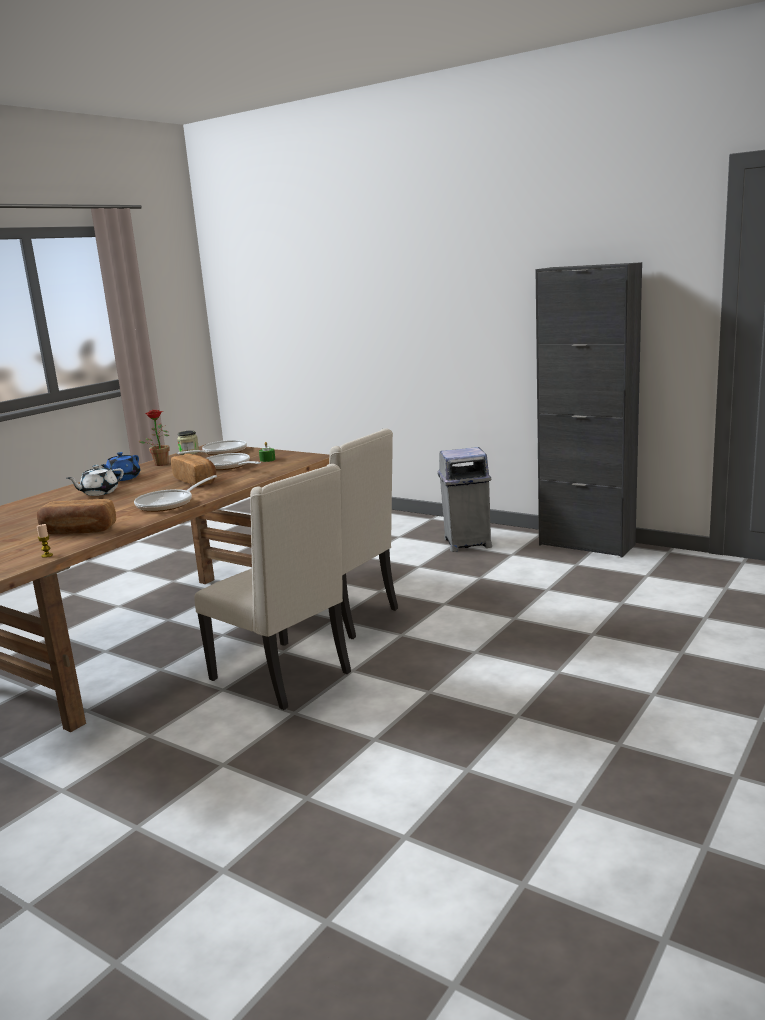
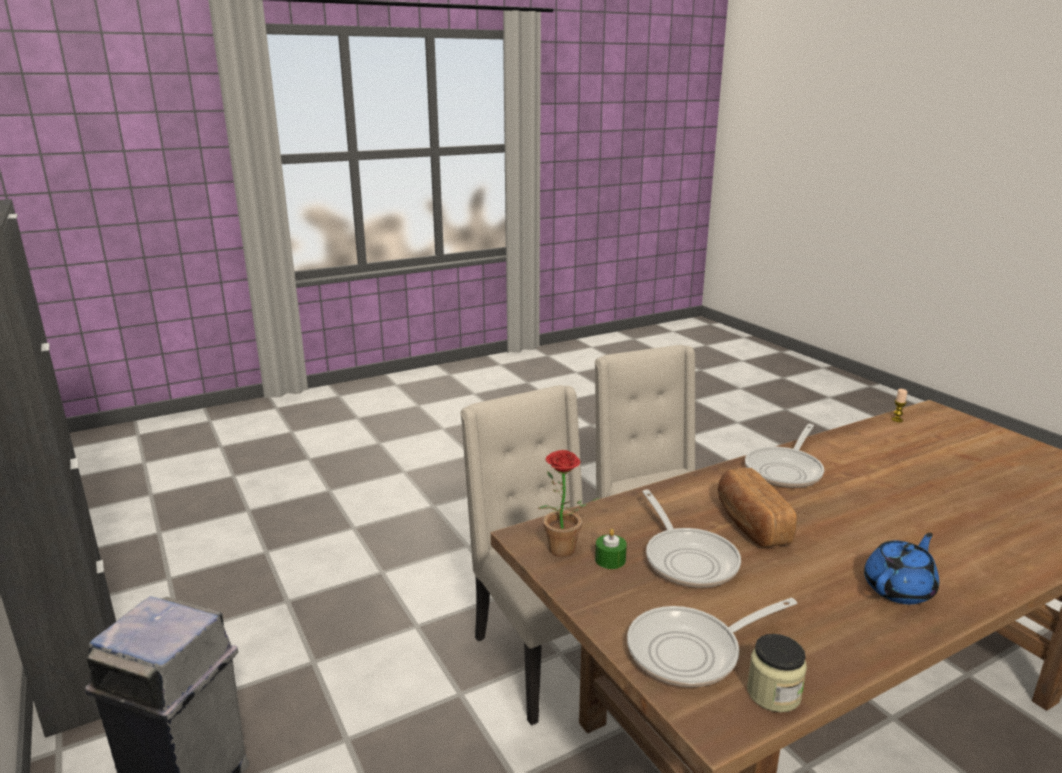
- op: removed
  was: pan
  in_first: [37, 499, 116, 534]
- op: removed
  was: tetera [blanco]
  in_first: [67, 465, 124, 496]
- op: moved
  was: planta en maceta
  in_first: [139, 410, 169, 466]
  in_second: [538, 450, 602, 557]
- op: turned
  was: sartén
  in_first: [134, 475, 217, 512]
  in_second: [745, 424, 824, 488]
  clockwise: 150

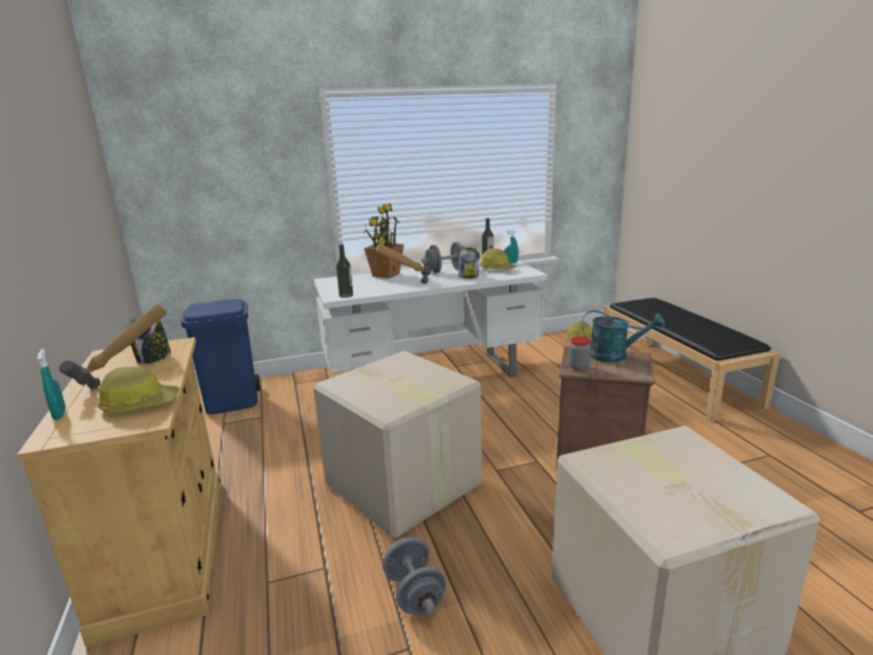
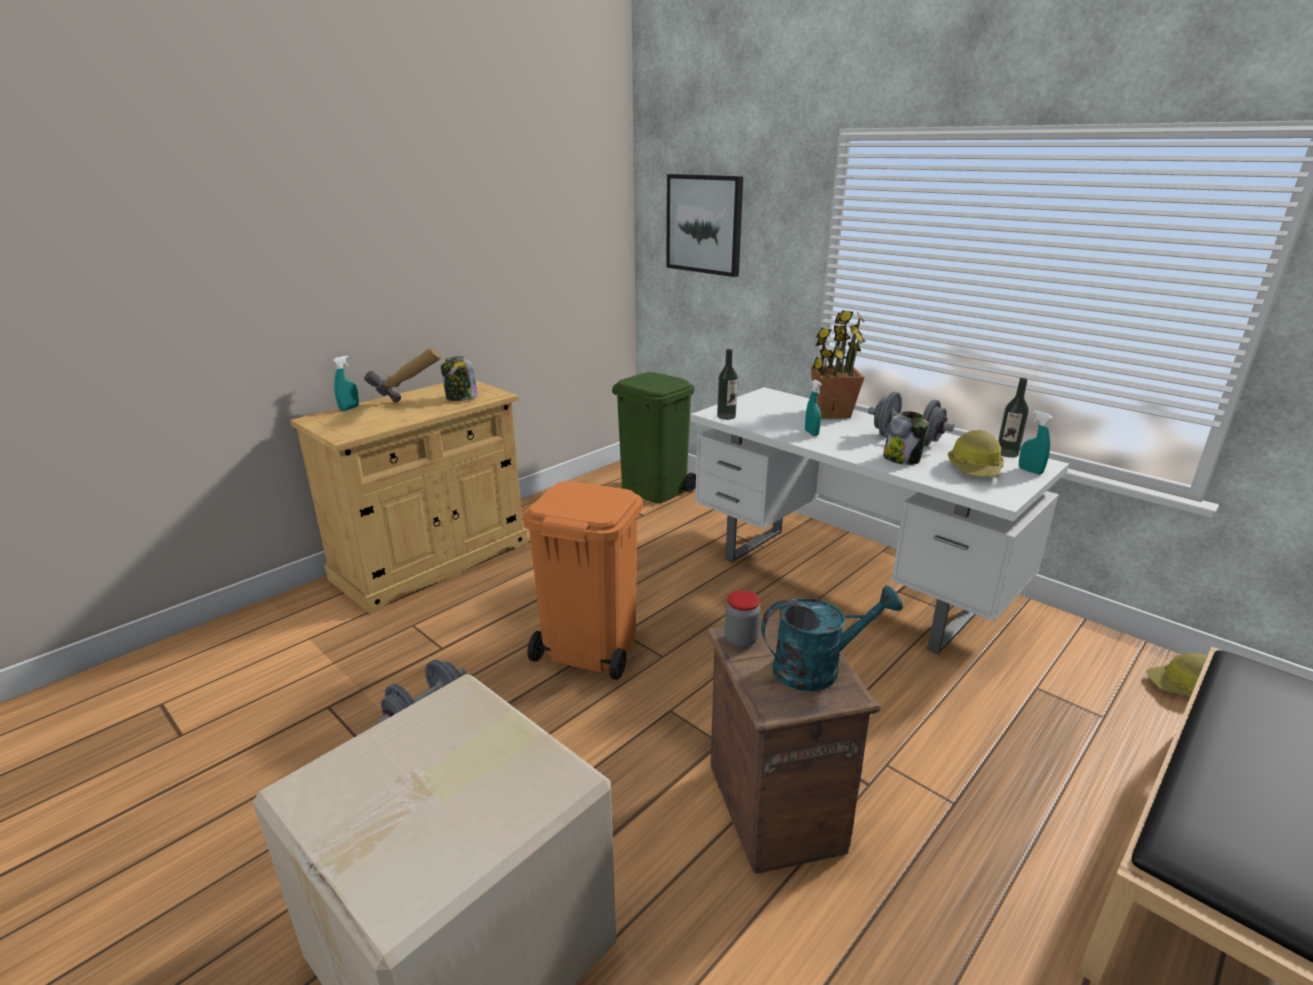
- op: removed
  was: casco
  in_first: [97, 366, 180, 413]
- op: added
  now: cuadro
  in_second: [666, 174, 743, 277]
- op: replaced
  was: caja de cartón
  now: papelera [naranja]
  in_first: [313, 351, 482, 538]
  in_second: [523, 481, 643, 680]
- op: replaced
  was: martillo
  now: pulverizador [turquesa]
  in_first: [376, 244, 433, 284]
  in_second: [805, 380, 822, 436]
- op: recoloured
  was: papelera [azul]
  now: papelera [verde]
  in_first: [181, 299, 261, 414]
  in_second: [612, 372, 696, 503]
- op: turned
  was: regadera [turquesa]
  in_first: [582, 310, 665, 363]
  in_second: [761, 585, 903, 691]
  clockwise: -90

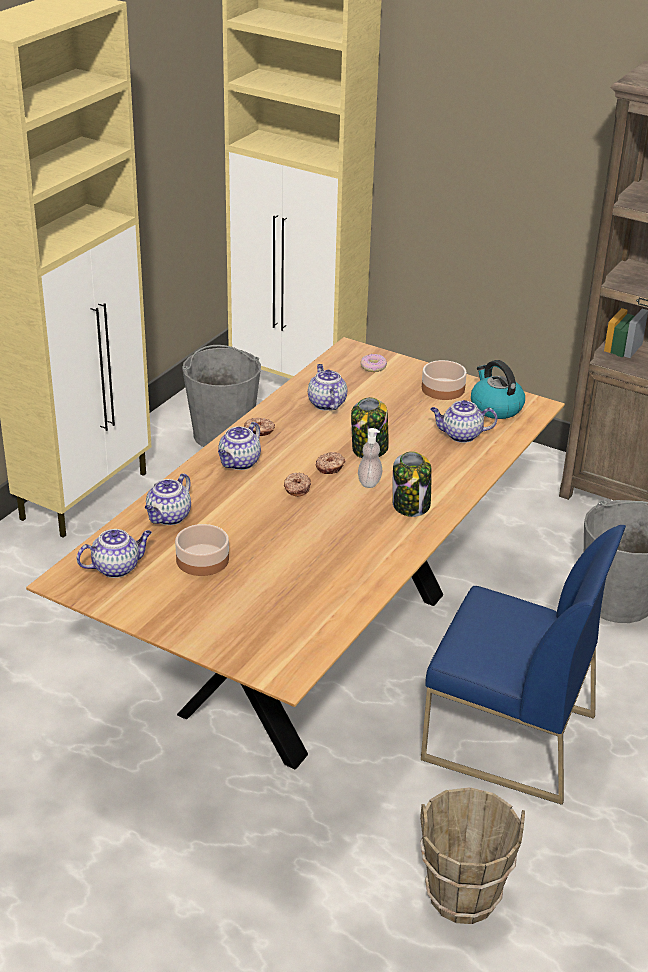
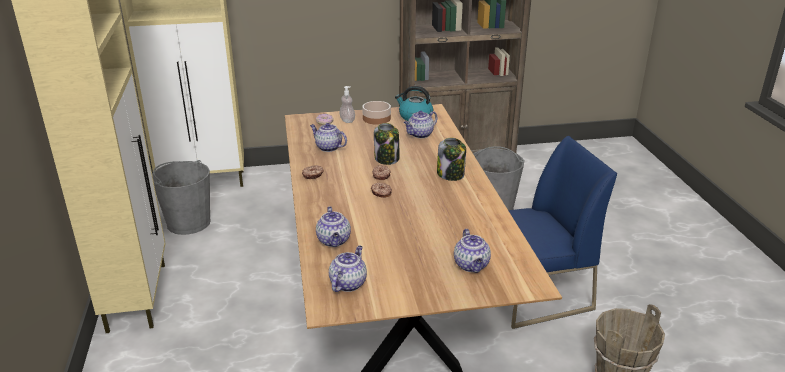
- op: removed
  was: cuenco
  in_first: [175, 524, 229, 576]
- op: moved
  was: tetera
  in_first: [218, 422, 261, 470]
  in_second: [454, 229, 491, 273]
- op: moved
  was: dispensador de jabón
  in_first: [358, 428, 383, 488]
  in_second: [339, 86, 355, 123]

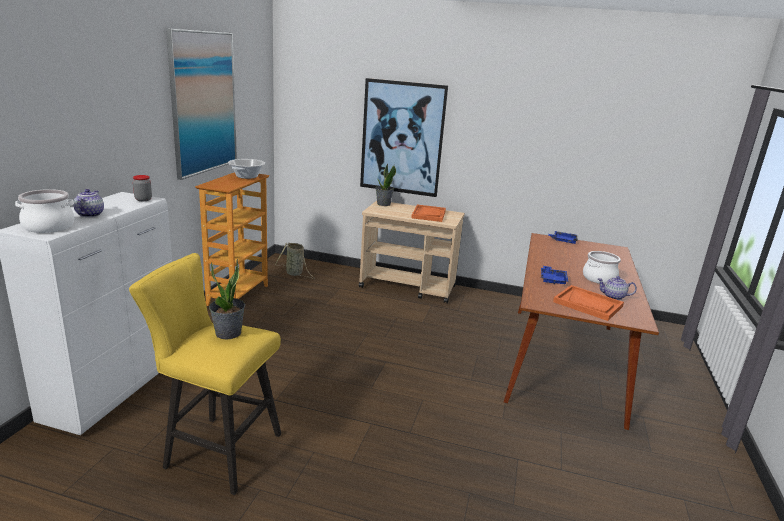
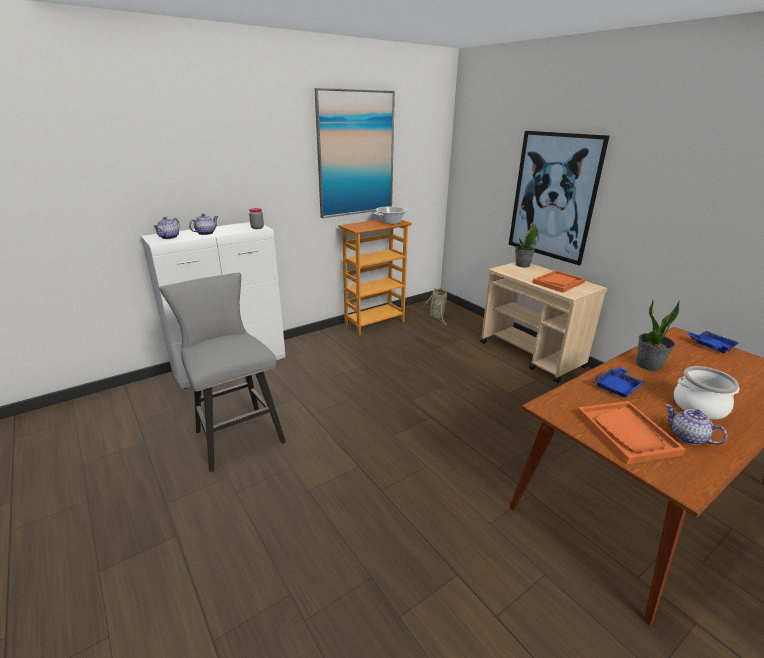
- op: moved
  was: planta en maceta
  in_first: [209, 259, 245, 340]
  in_second: [636, 299, 680, 371]
- op: replaced
  was: olla
  now: tetera
  in_first: [15, 189, 74, 233]
  in_second: [153, 217, 180, 239]
- op: recoloured
  was: taburete [amarillo]
  now: taburete [gris]
  in_first: [129, 253, 281, 495]
  in_second: [159, 273, 286, 472]

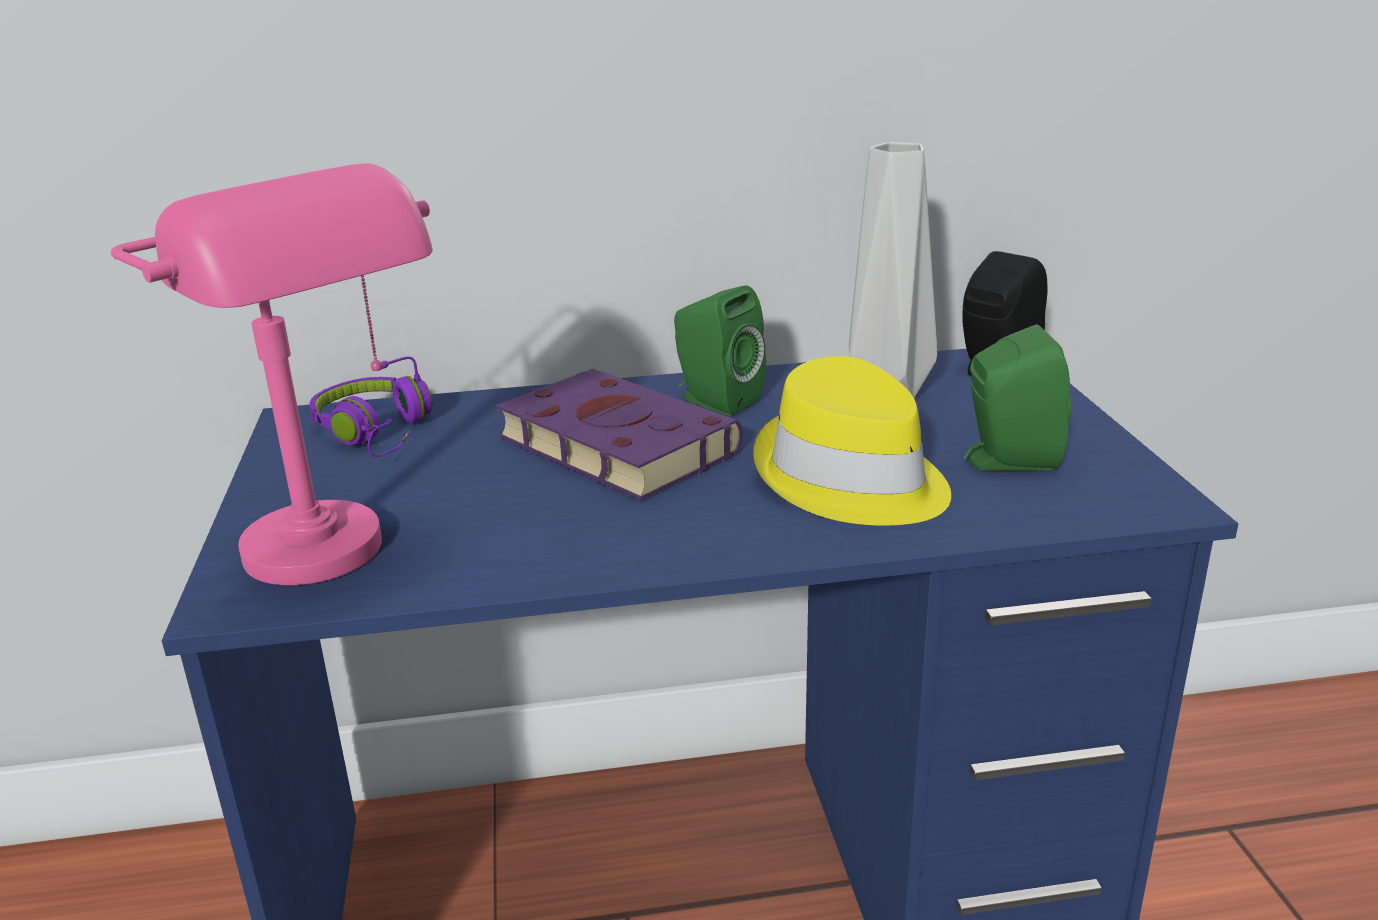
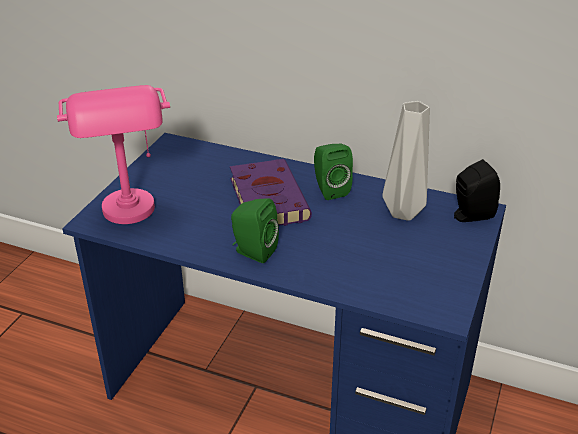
- op: removed
  was: auriculares [morado]
  in_first: [309, 357, 433, 457]
- op: removed
  was: sombrero [amarillo]
  in_first: [753, 356, 951, 526]
- op: moved
  was: altavoz [verde]
  in_first: [963, 324, 1071, 471]
  in_second: [231, 198, 279, 263]

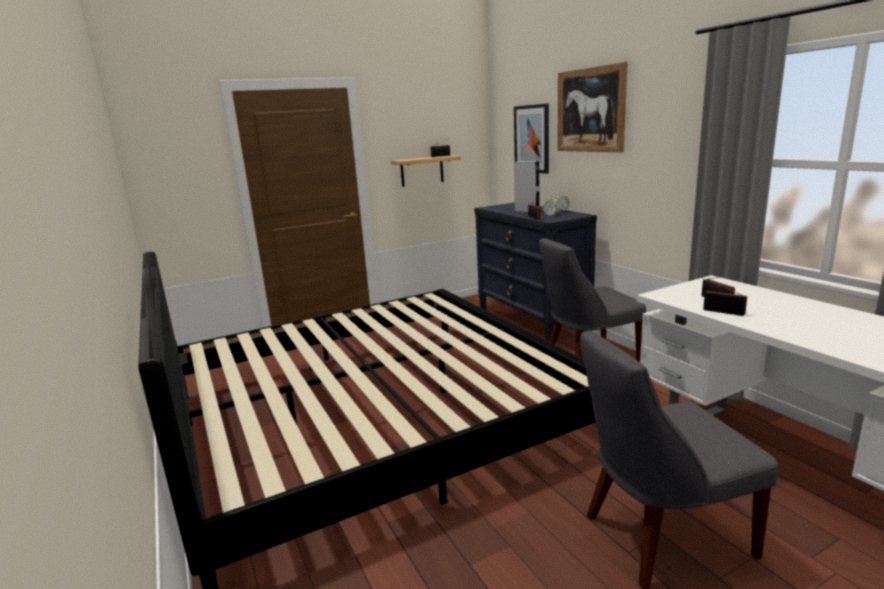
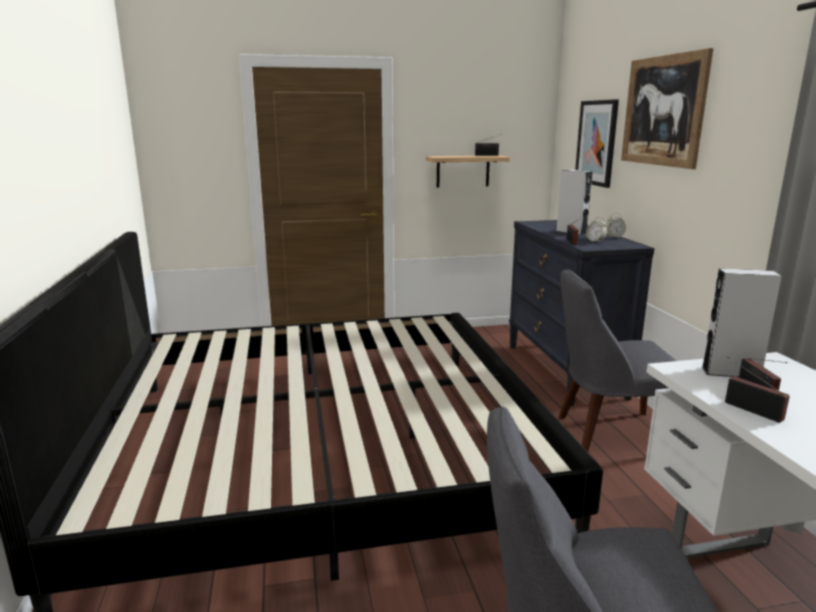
- op: added
  now: altavoz [gris]
  in_second: [702, 268, 782, 377]

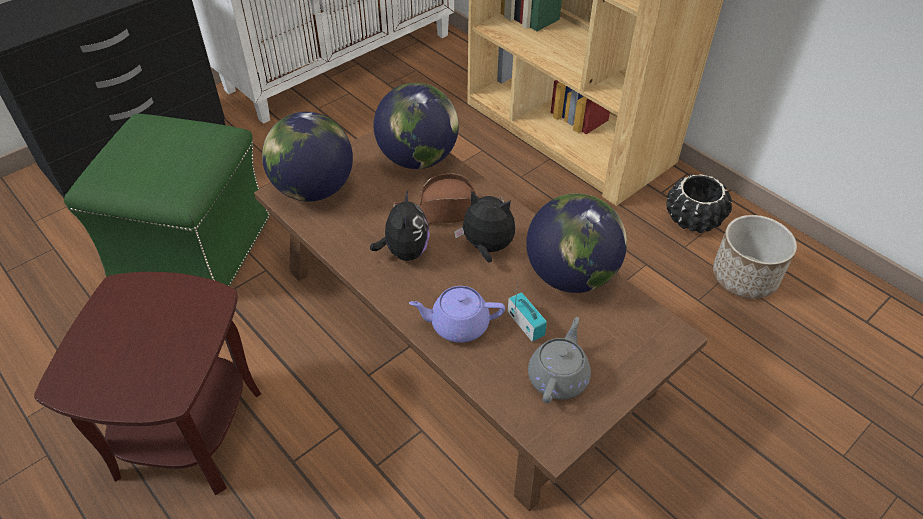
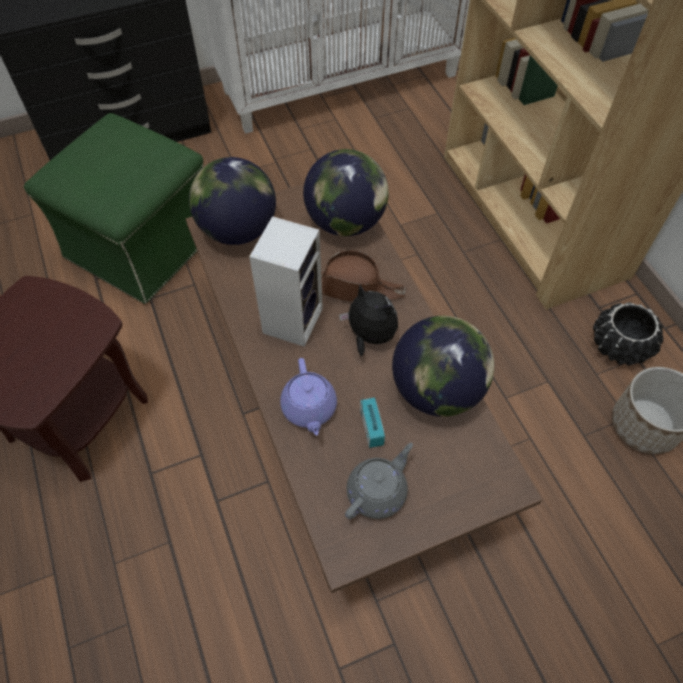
- op: replaced
  was: peluche
  now: altavoz
  in_first: [370, 190, 430, 261]
  in_second: [249, 216, 323, 347]
- op: turned
  was: tetera [morado]
  in_first: [409, 286, 505, 343]
  in_second: [280, 358, 337, 435]
  clockwise: -120

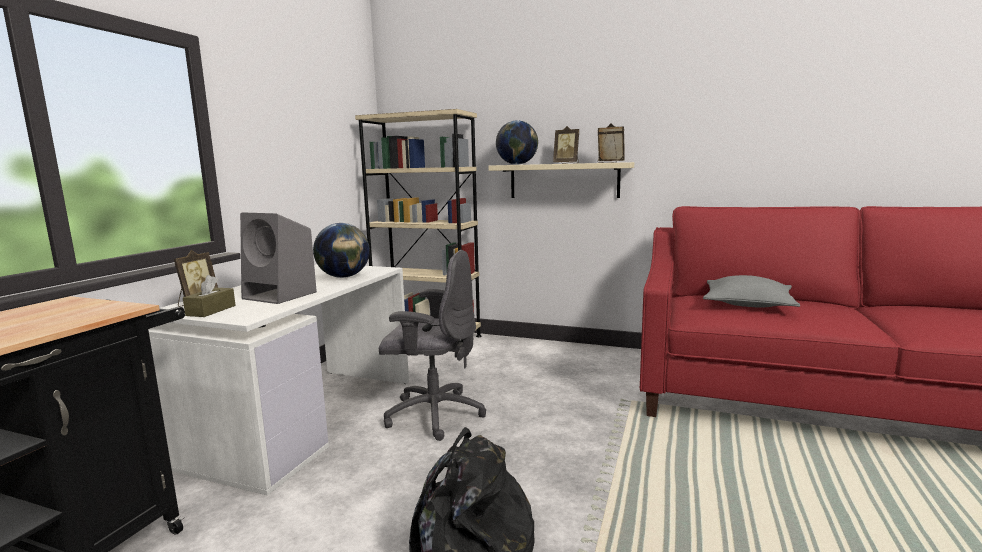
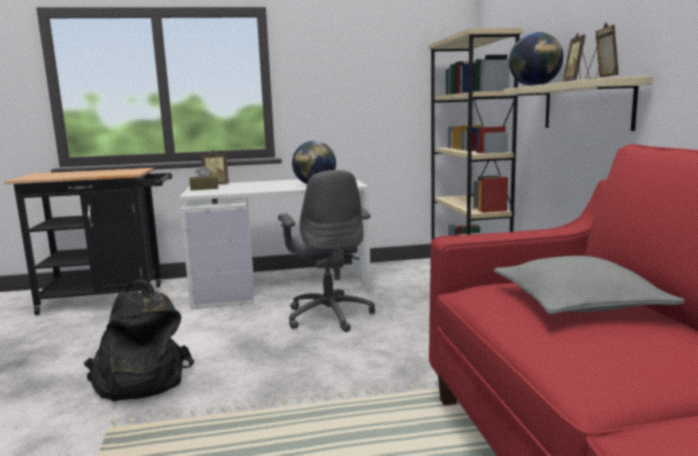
- op: removed
  was: altavoz [gris]
  in_first: [240, 212, 317, 304]

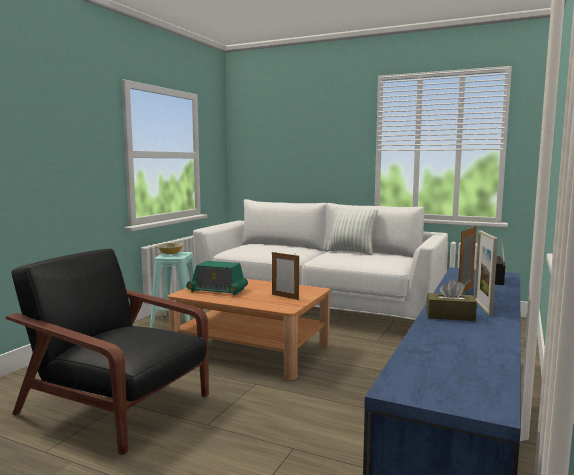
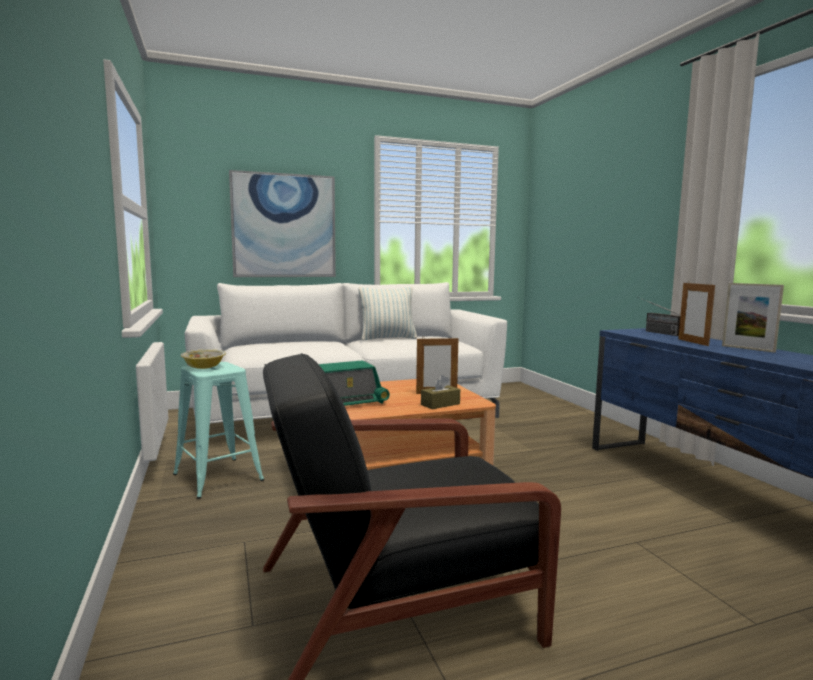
- op: added
  now: cuadro
  in_second: [229, 170, 336, 277]
- op: moved
  was: caja de pañuelos [marrón]
  in_first: [426, 279, 477, 321]
  in_second: [421, 375, 460, 409]

